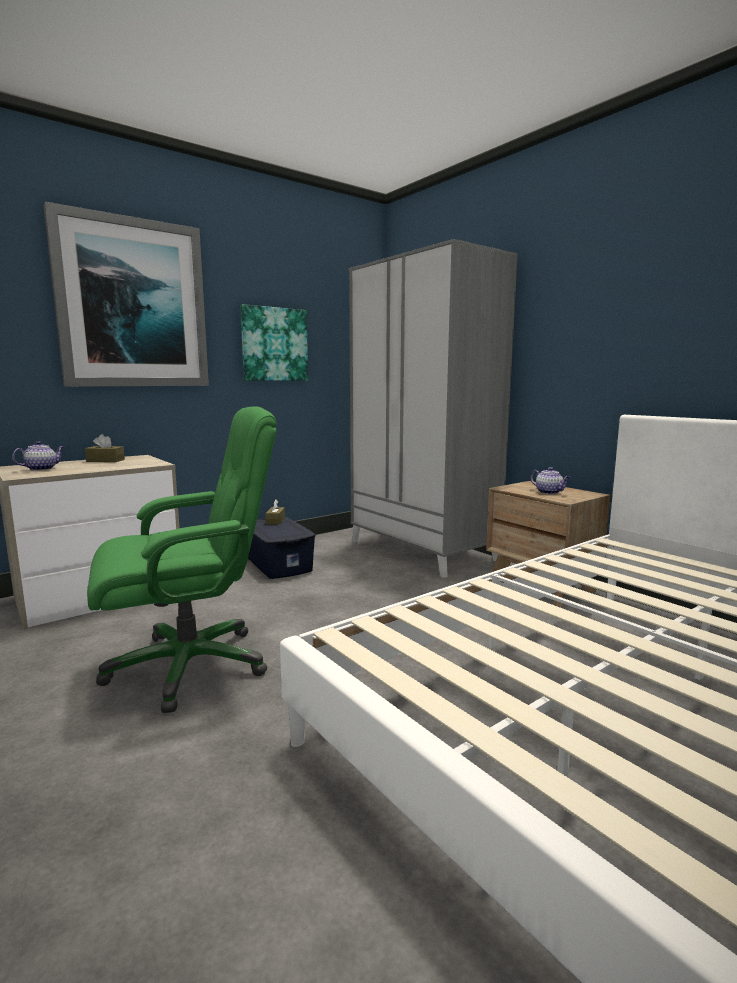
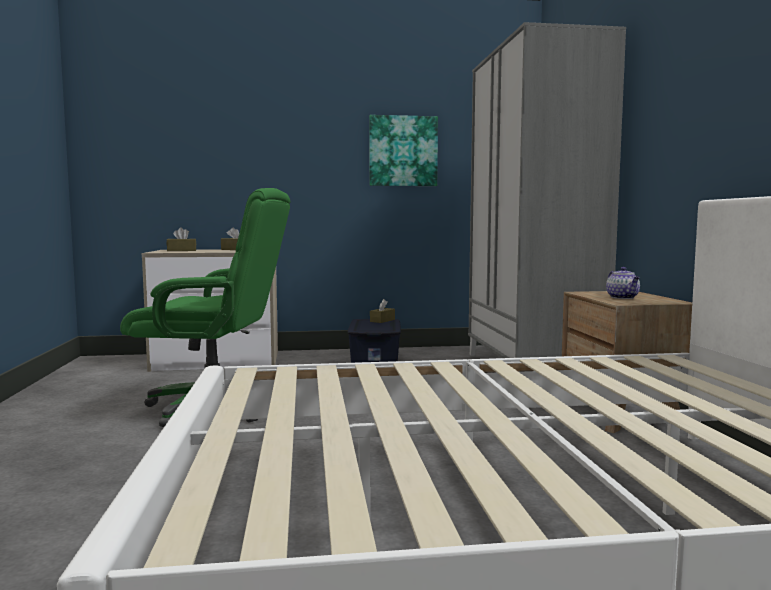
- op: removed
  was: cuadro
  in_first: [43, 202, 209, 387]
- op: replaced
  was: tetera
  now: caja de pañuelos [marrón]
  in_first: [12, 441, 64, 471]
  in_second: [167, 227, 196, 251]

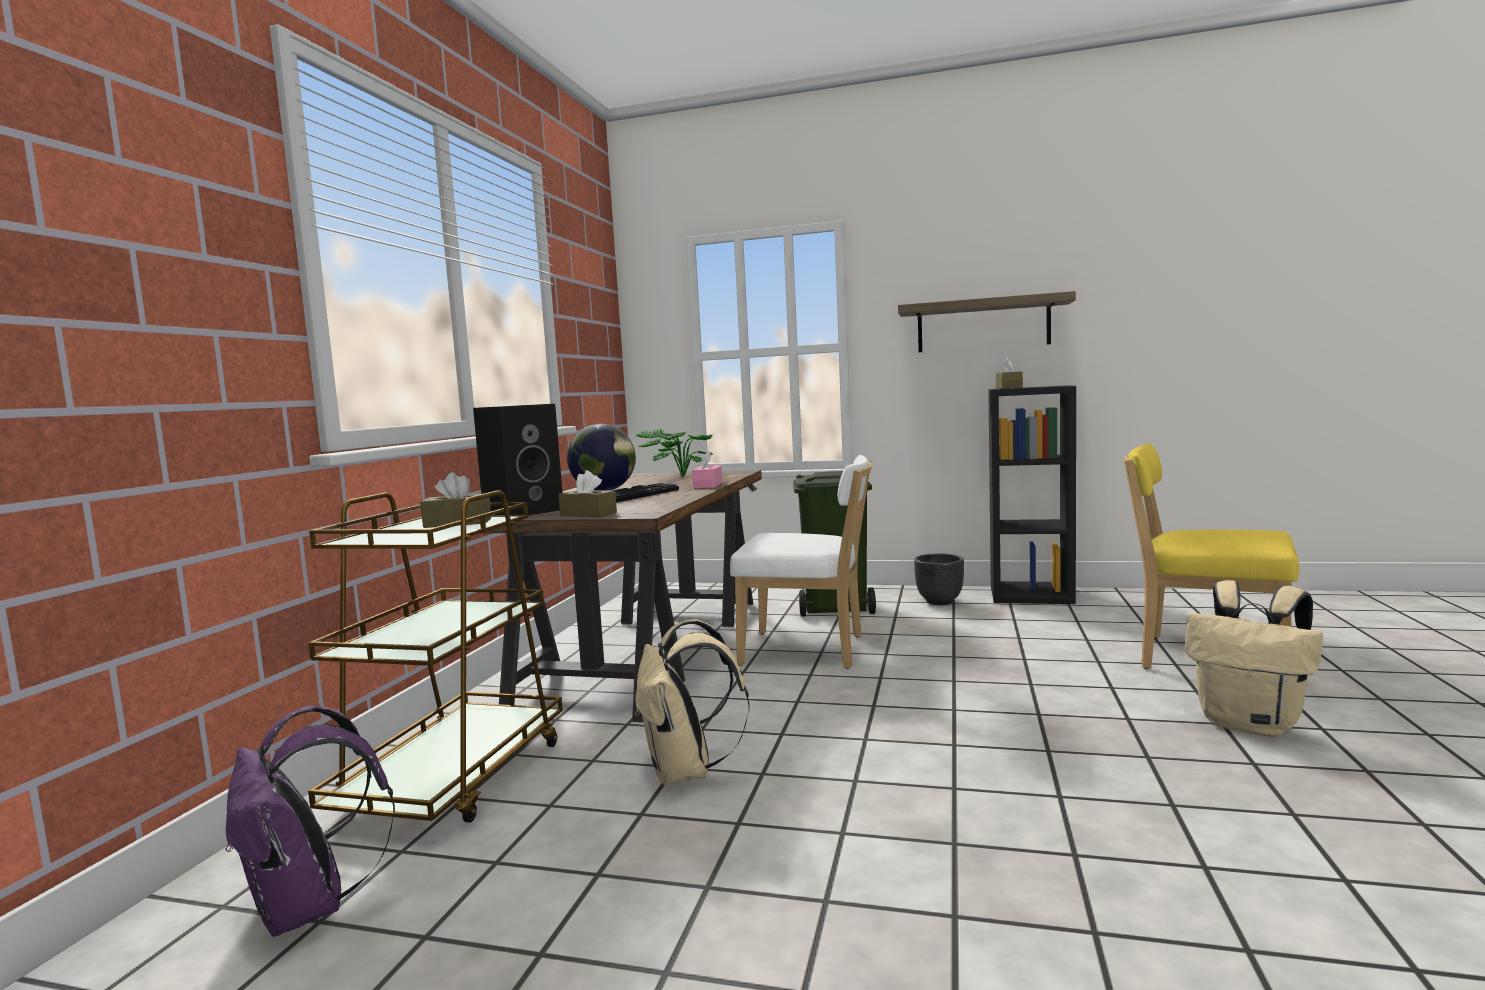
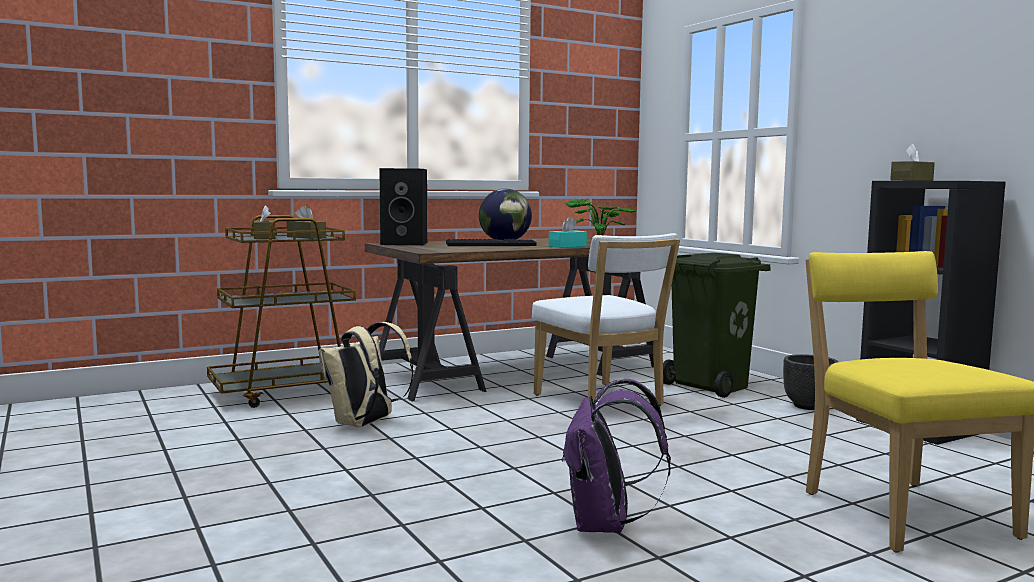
- op: removed
  was: estante
  in_first: [898, 291, 1076, 352]
- op: removed
  was: mochila [beis]
  in_first: [1185, 580, 1323, 737]
- op: moved
  was: mochila [morado]
  in_first: [225, 705, 395, 937]
  in_second: [561, 379, 671, 533]
- op: moved
  was: caja de pañuelos [marrón]
  in_first: [558, 470, 617, 517]
  in_second: [253, 205, 275, 239]
- op: recoloured
  was: caja de pañuelos [rosa]
  now: caja de pañuelos [turquesa]
  in_first: [692, 451, 722, 488]
  in_second: [549, 217, 587, 248]

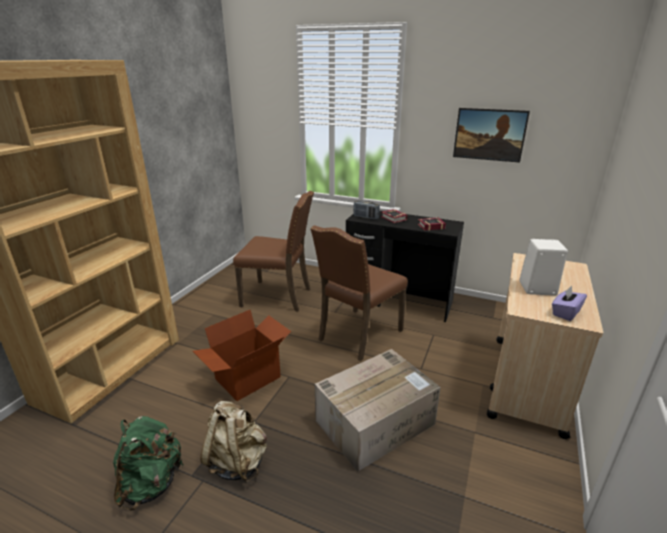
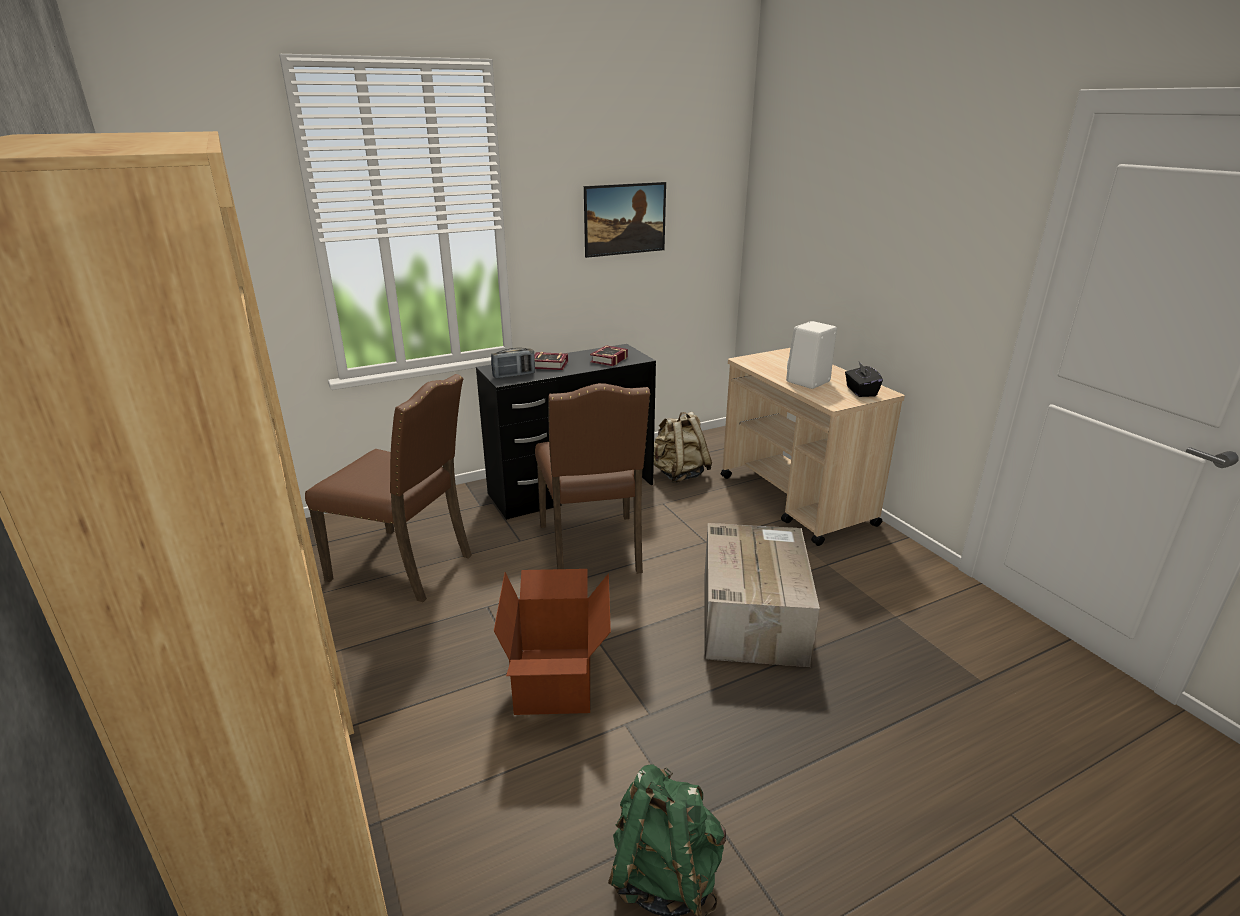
- op: moved
  was: mochila [beis]
  in_first: [200, 401, 267, 483]
  in_second: [654, 412, 712, 483]
- op: recoloured
  was: caja de pañuelos [morado]
  now: caja de pañuelos [negro]
  in_first: [552, 286, 587, 321]
  in_second: [845, 362, 883, 397]
- op: turned
  was: silla [marrón]
  in_first: [233, 191, 314, 311]
  in_second: [305, 374, 472, 602]
  clockwise: 60

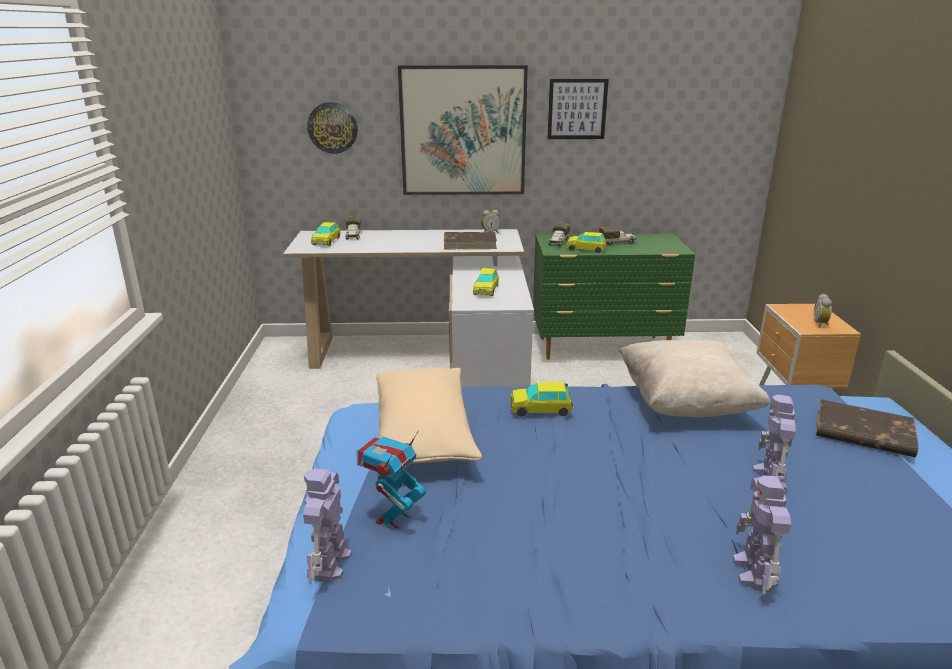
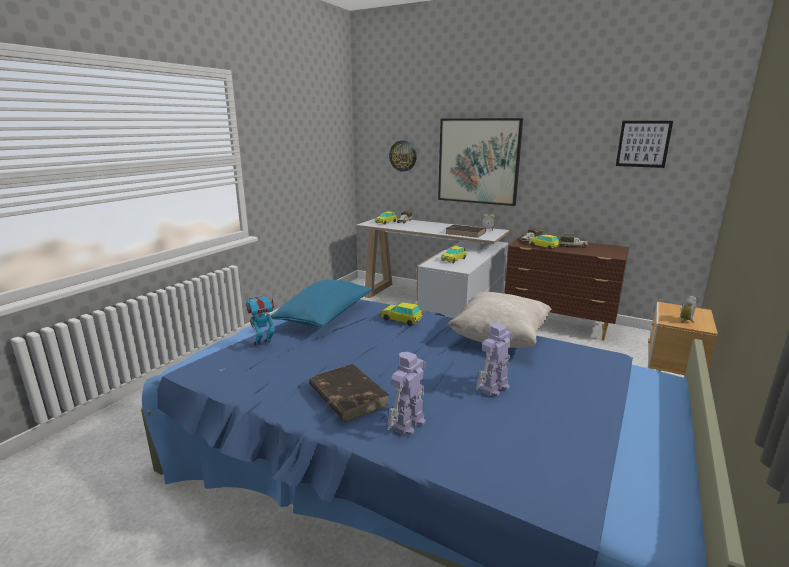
- op: removed
  was: robot de juguete
  in_first: [303, 469, 352, 585]
- op: moved
  was: cuadro
  in_first: [547, 79, 609, 139]
  in_second: [616, 121, 673, 168]
- op: moved
  was: libro [marrón]
  in_first: [816, 399, 919, 457]
  in_second: [309, 364, 389, 422]
- op: recoloured
  was: cojín [beis]
  now: cojín [azul]
  in_first: [376, 368, 482, 464]
  in_second: [271, 279, 372, 327]
- op: recoloured
  was: cómoda [verde]
  now: cómoda [marrón]
  in_first: [533, 234, 695, 360]
  in_second: [505, 235, 629, 340]

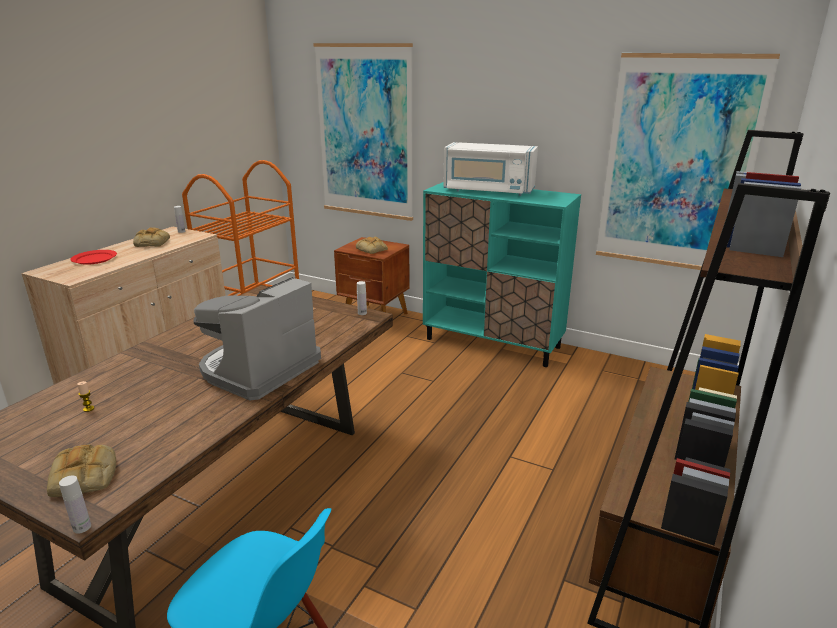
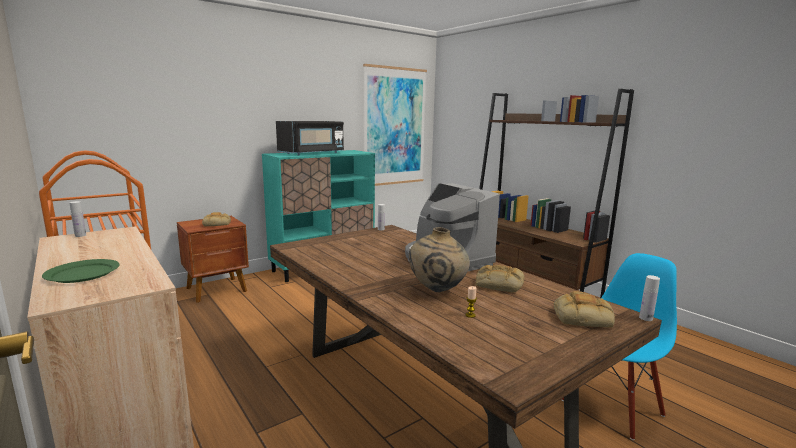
- op: removed
  was: cuadro
  in_first: [313, 43, 413, 221]
- op: added
  now: florero [beis]
  in_second: [409, 227, 470, 292]
- op: moved
  was: pan
  in_first: [133, 227, 170, 247]
  in_second: [476, 265, 524, 293]
- op: recoloured
  was: plato [rojo]
  now: plato [verde]
  in_first: [70, 250, 117, 265]
  in_second: [42, 259, 120, 283]
- op: recoloured
  was: microondas [blanco]
  now: microondas [negro]
  in_first: [443, 142, 538, 196]
  in_second: [276, 121, 344, 155]

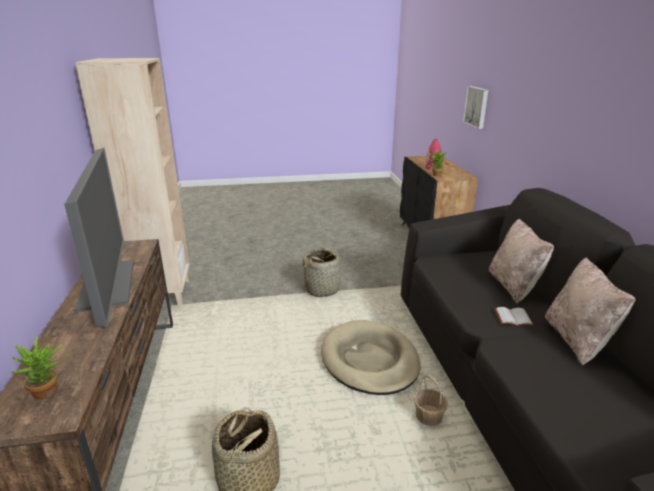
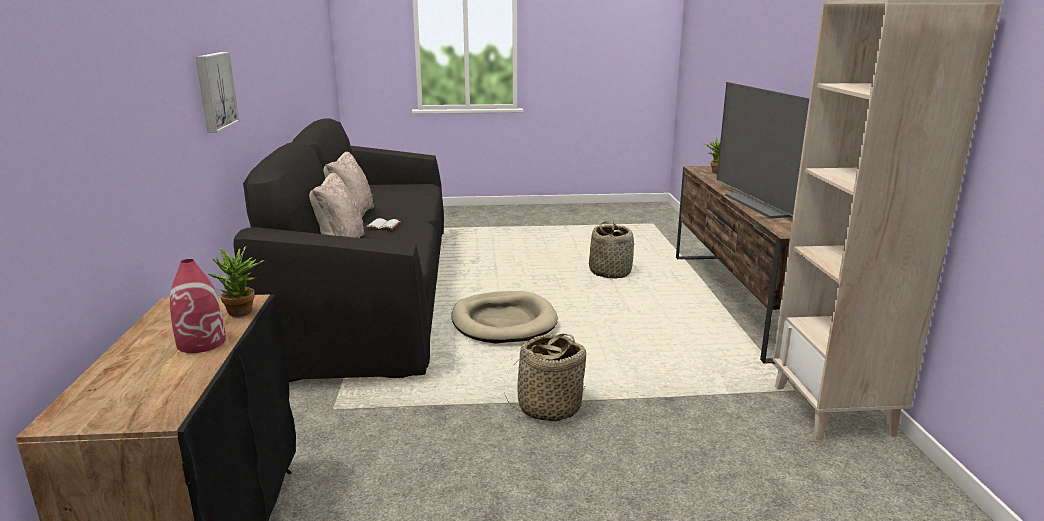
- op: removed
  was: cesta
  in_first: [414, 375, 448, 426]
- op: moved
  was: cuadro
  in_first: [463, 86, 489, 129]
  in_second: [196, 52, 239, 133]

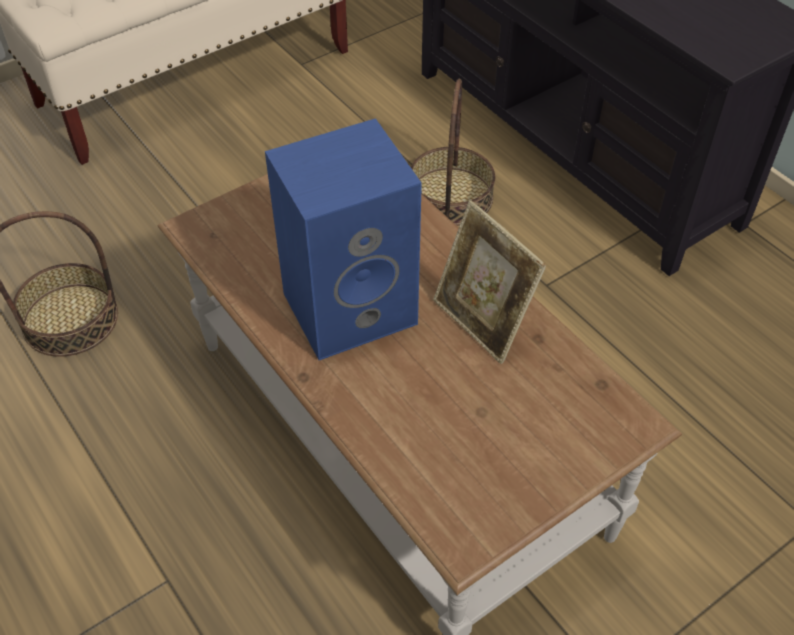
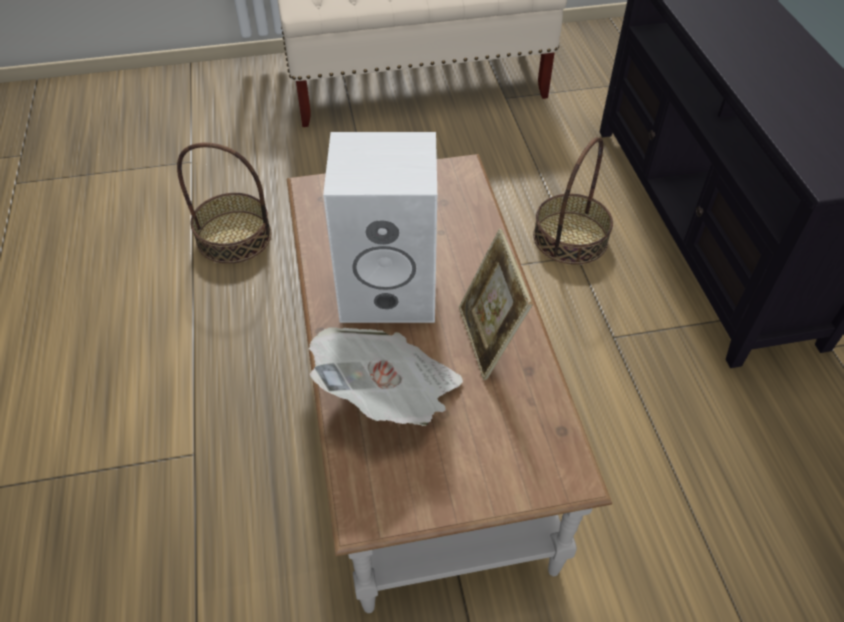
- op: added
  now: periódico
  in_second: [309, 327, 463, 426]
- op: recoloured
  was: altavoz [azul]
  now: altavoz [blanco]
  in_first: [265, 118, 422, 360]
  in_second: [323, 132, 437, 323]

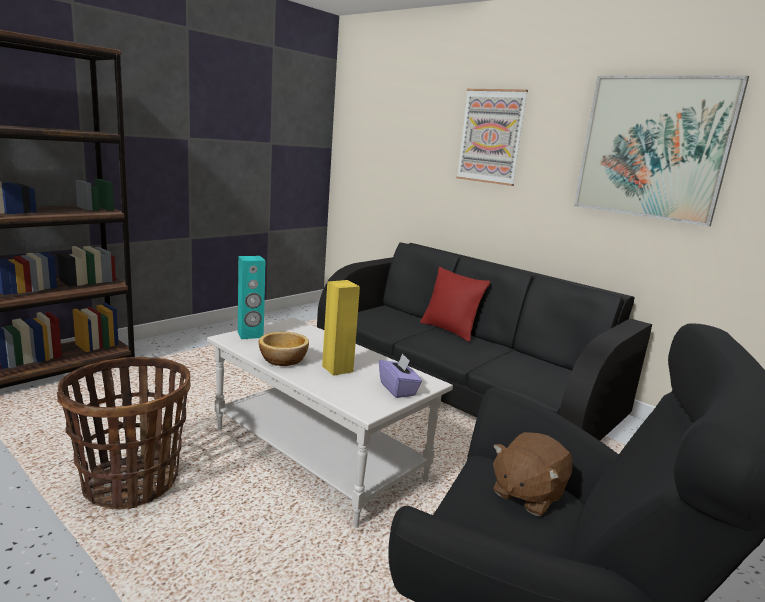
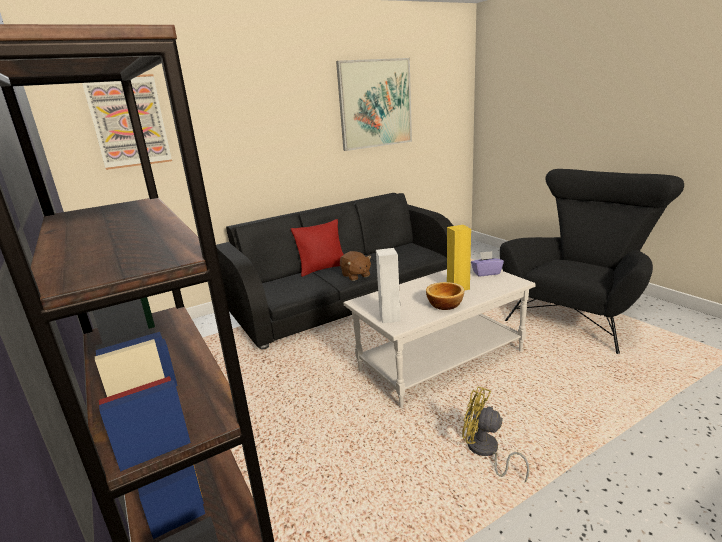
- op: moved
  was: cuadro
  in_first: [456, 89, 528, 186]
  in_second: [82, 74, 172, 170]
- op: moved
  was: peluche [marrón]
  in_first: [493, 432, 573, 516]
  in_second: [340, 251, 371, 281]
- op: replaced
  was: cesta
  now: ventilador [amarillo]
  in_first: [57, 357, 190, 509]
  in_second: [462, 386, 530, 482]
- op: recoloured
  was: altavoz [turquesa]
  now: altavoz [blanco]
  in_first: [238, 256, 265, 339]
  in_second: [376, 248, 401, 323]

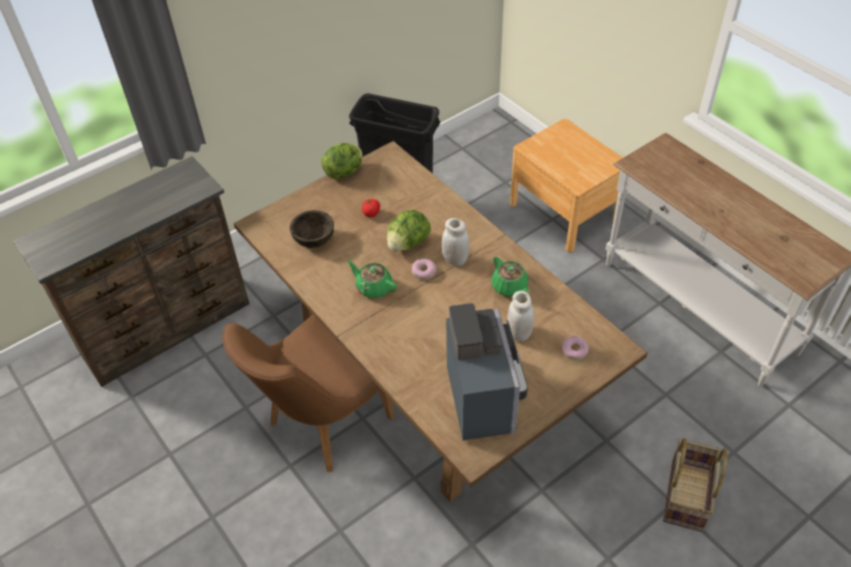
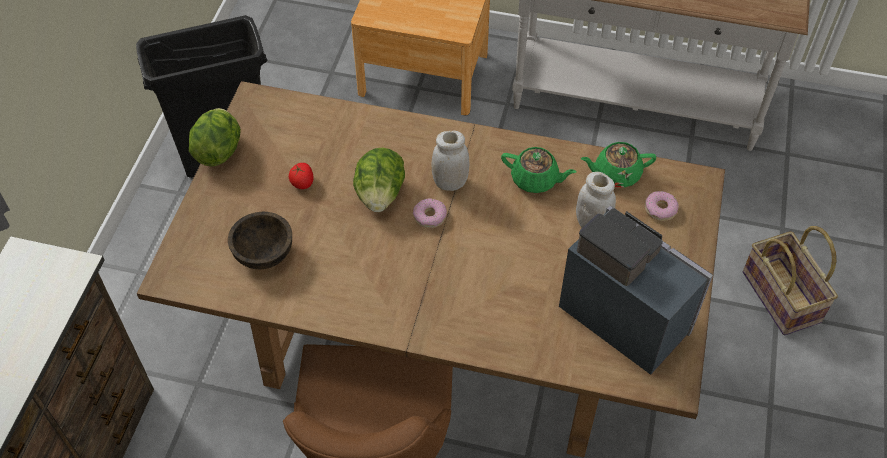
- op: moved
  was: tetera [verde]
  in_first: [347, 261, 397, 298]
  in_second: [581, 142, 656, 188]

